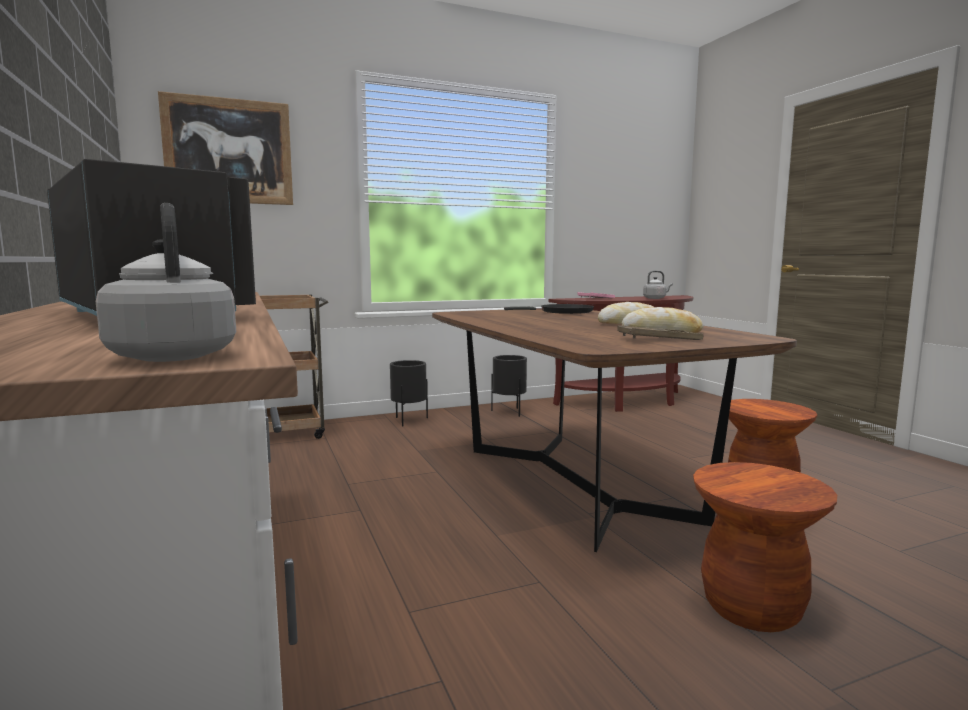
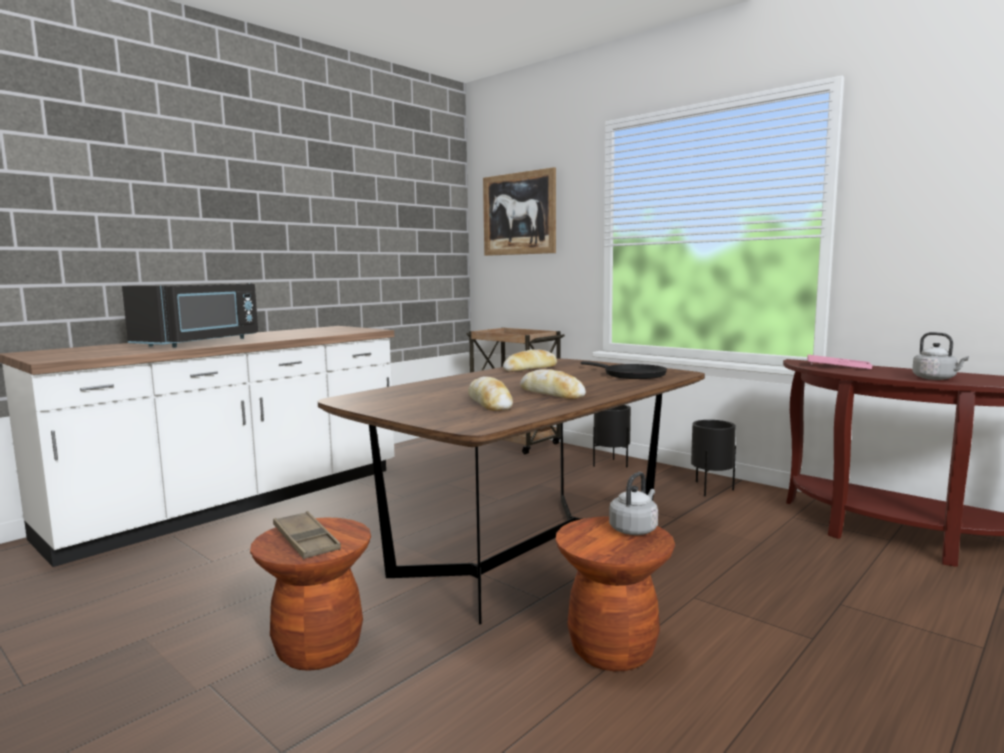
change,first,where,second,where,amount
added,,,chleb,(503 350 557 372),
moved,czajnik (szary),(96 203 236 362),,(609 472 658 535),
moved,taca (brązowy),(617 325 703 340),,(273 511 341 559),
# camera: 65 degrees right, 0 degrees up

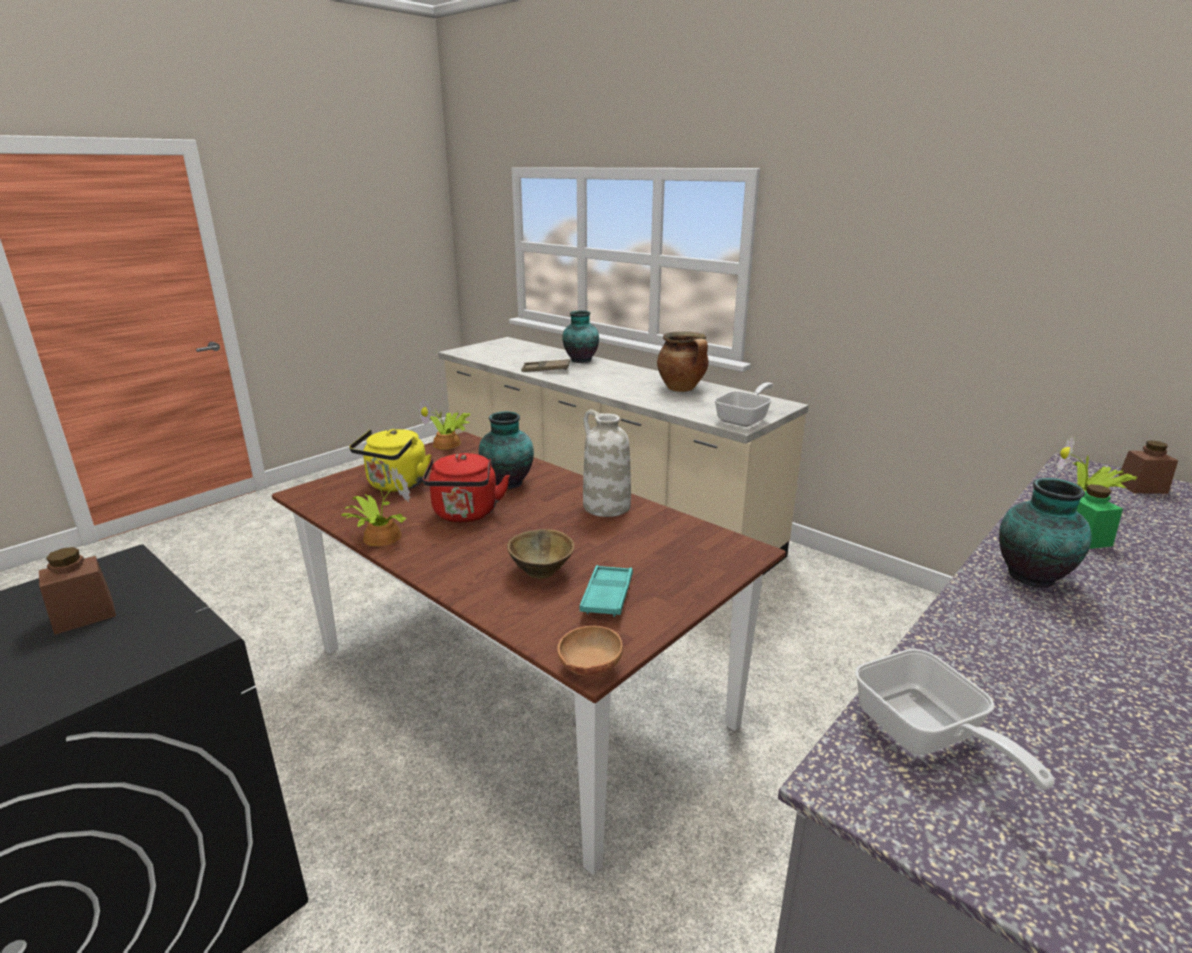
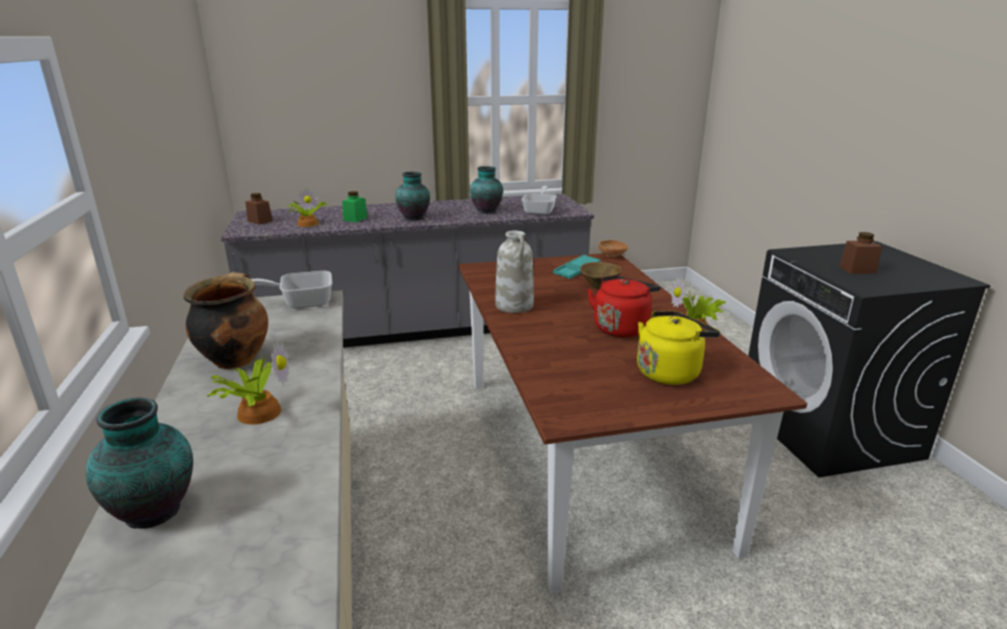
change,first,where,second,where,amount
removed,taca (brązowy),(521 359 570 372),,,
moved,roślina doniczkowa,(419 397 470 449),,(207 341 289 425),
moved,wazon,(479 411 534 489),,(470 166 503 213),
# camera: 145 degrees left, 0 degrees up

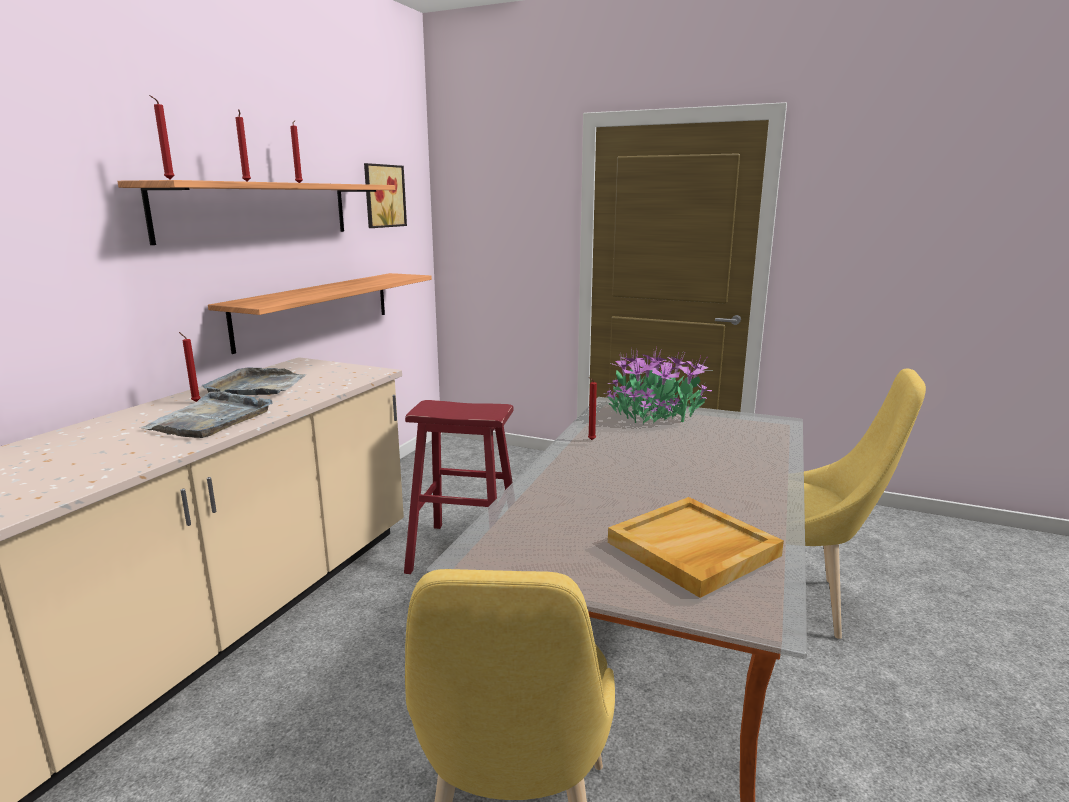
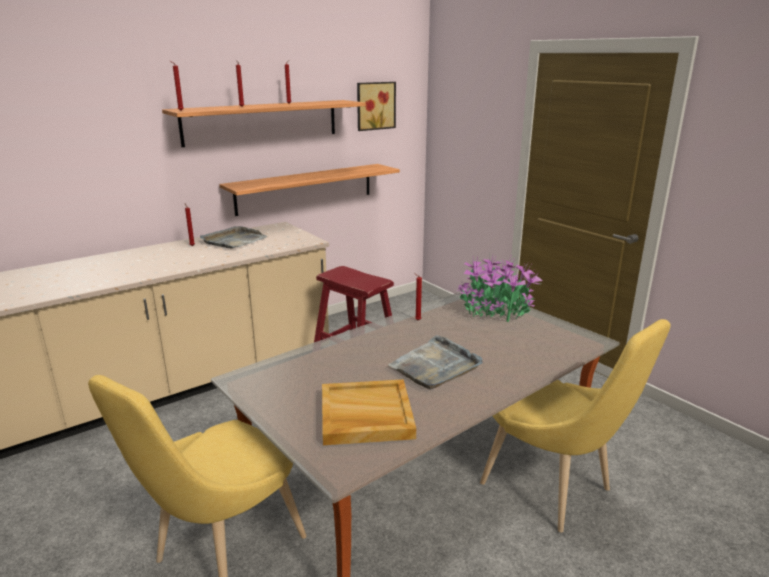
change,first,where,second,where,amount
moved,taca (szary),(140 391 273 438),,(388 335 483 389),
# camera: 30 degrees right, 5 degrees up

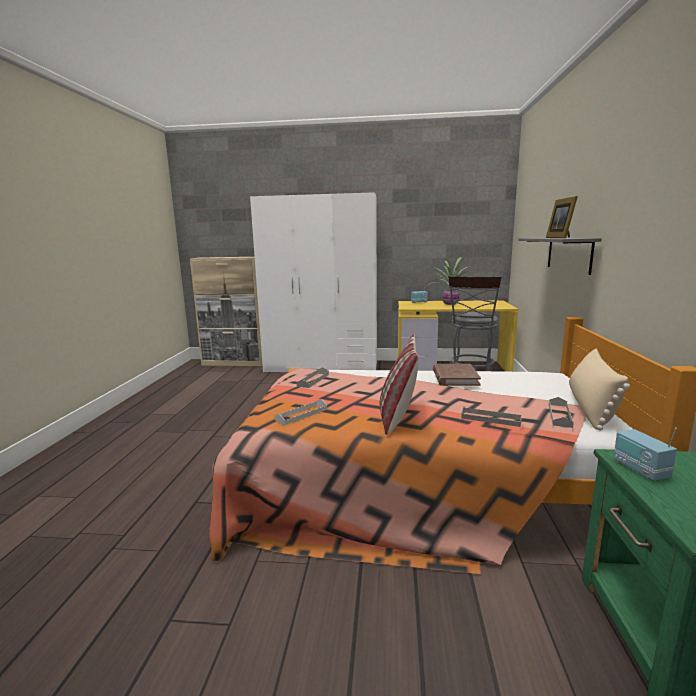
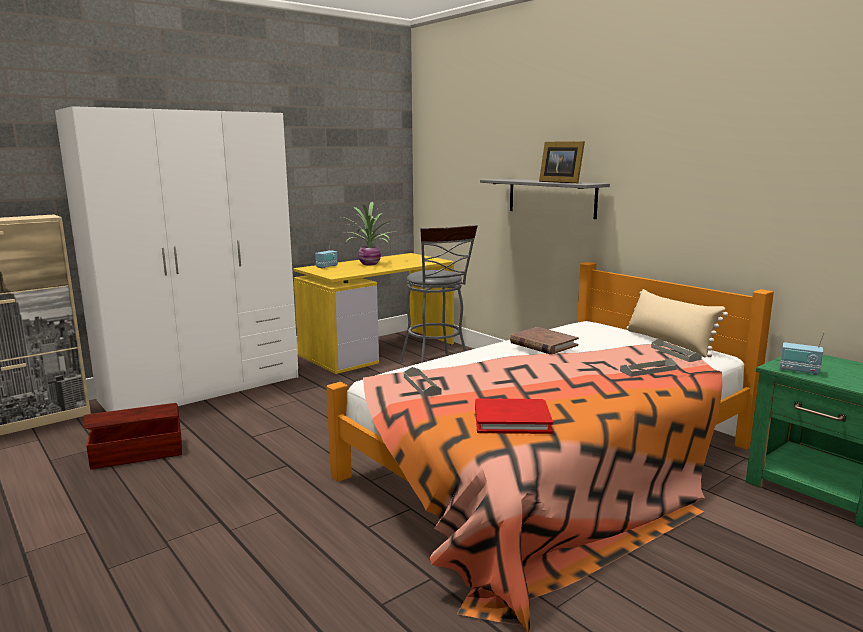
change,first,where,second,where,amount
removed,poduszka,(380 334 419 435),,,
added,,,pojemnik do przechowywania (brązowy),(84 403 182 470),
replaced,taca (biały),(275 399 327 425),książka (czerwony),(475 399 553 434),
# camera: 45 degrees left, 0 degrees up

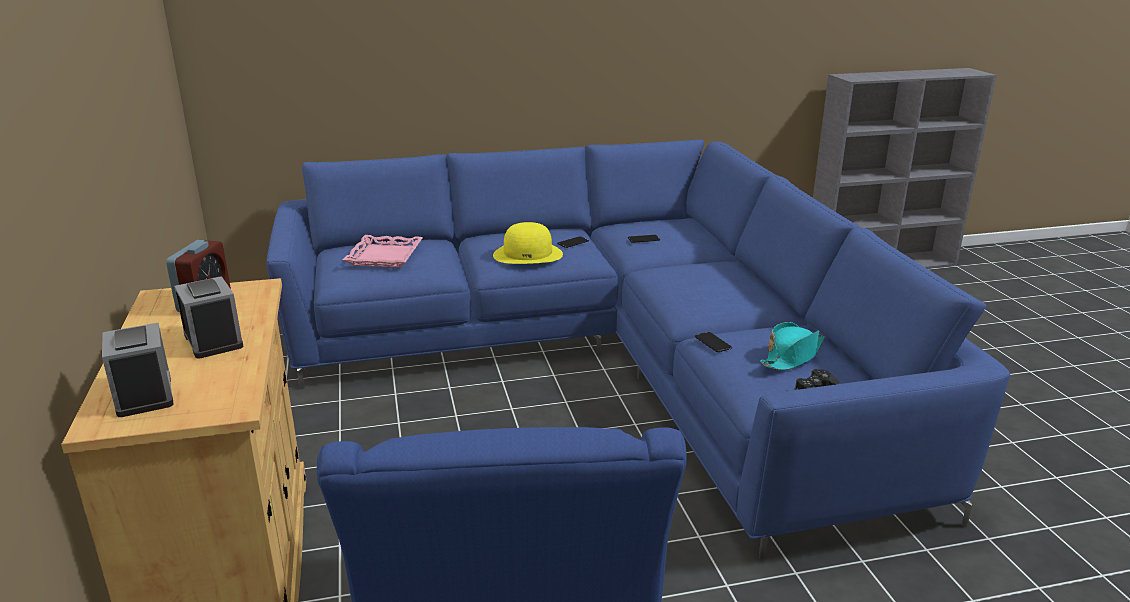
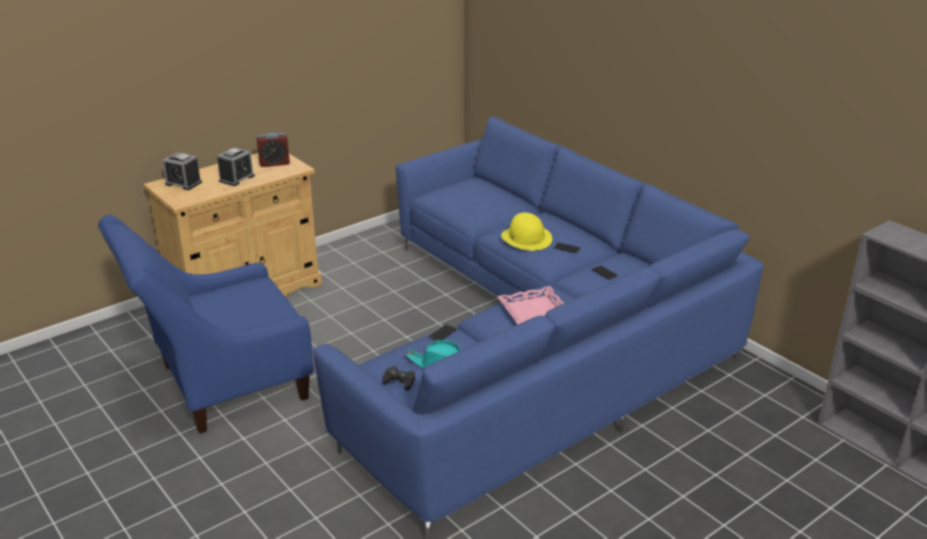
change,first,where,second,where,amount
moved,taca (różowy),(343 235 423 268),,(497 286 564 324),
turned,budzik,(102 323 174 417),,(162 152 202 190),75 degrees clockwise
# camera: 65 degrees right, 5 degrees up

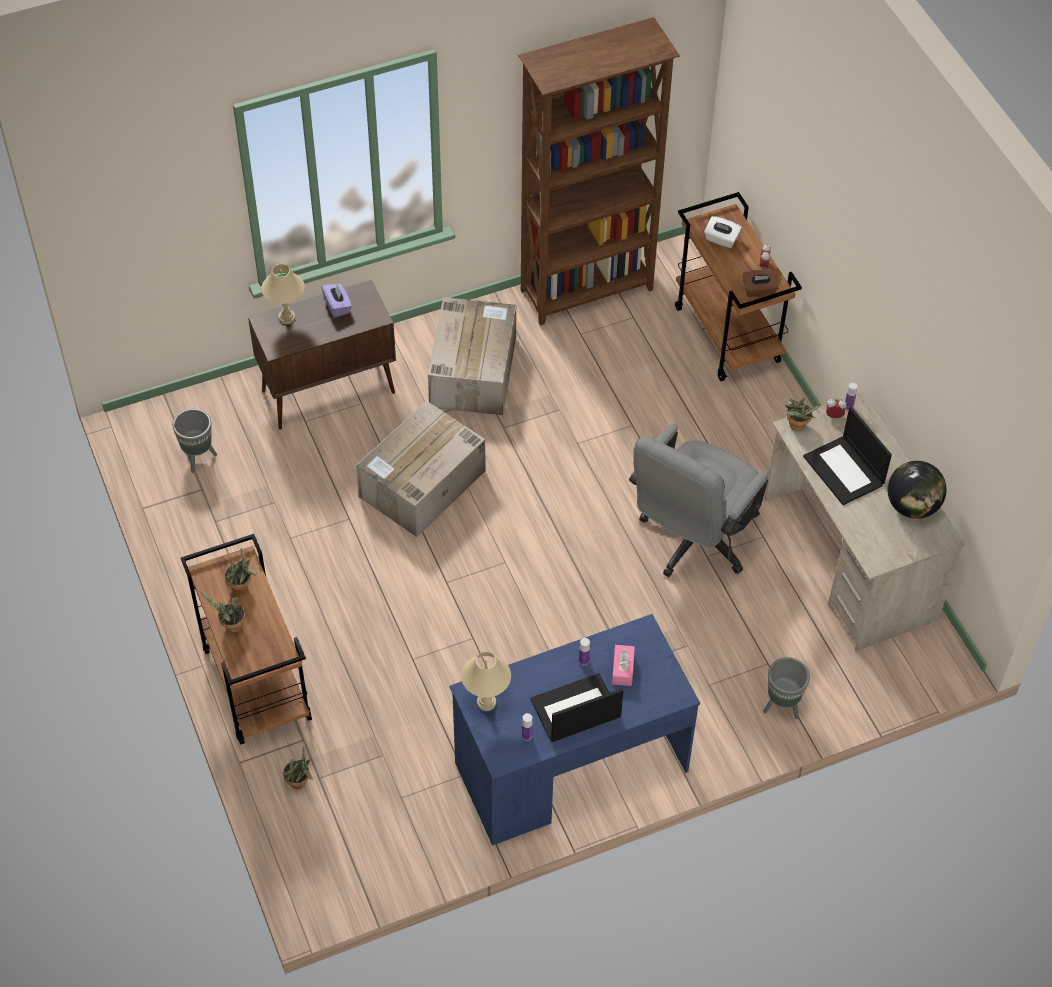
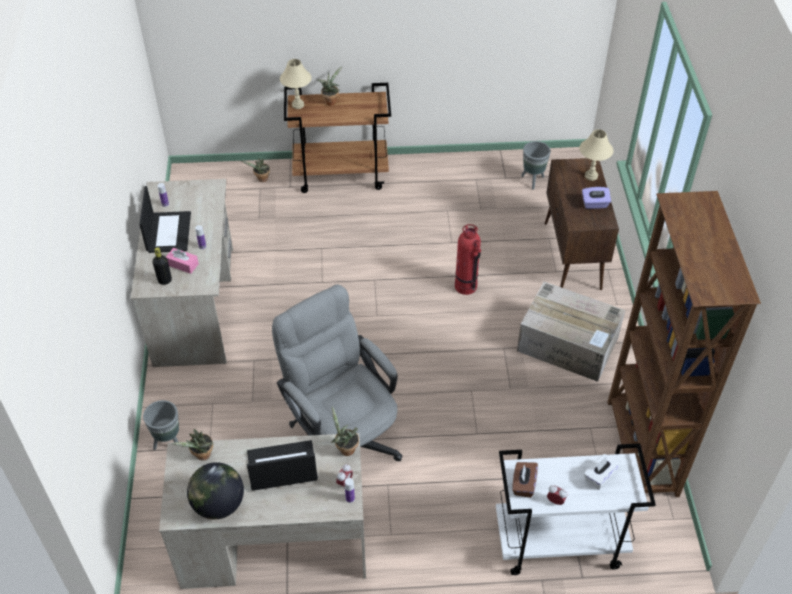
change,first,where,second,where,amount
added,,,butelka (czarny),(152 247 172 285),
moved,roślina doniczkowa,(224 549 258 594),,(171 429 214 461),
moved,lampa stołowa (beżowy),(461 651 511 711),,(280 59 312 109),
replaced,karton,(356 401 486 537),gaśnica,(455 224 481 295),
recoloured,biurko (niebieski),(450 614 700 846),biurko (beżowy),(130 179 233 367),
recoloured,wózek (brązowy),(675 192 802 381),wózek (biały),(496 443 656 575),
# camera: 110 degrees right, 5 degrees down

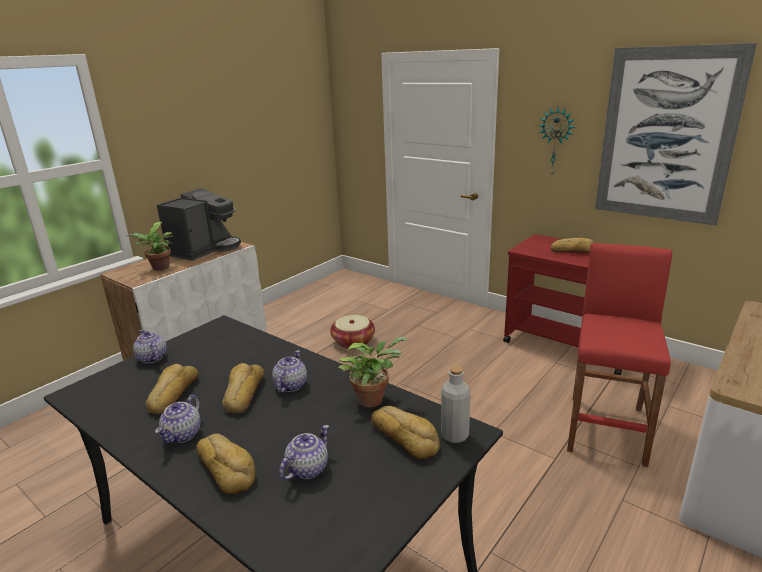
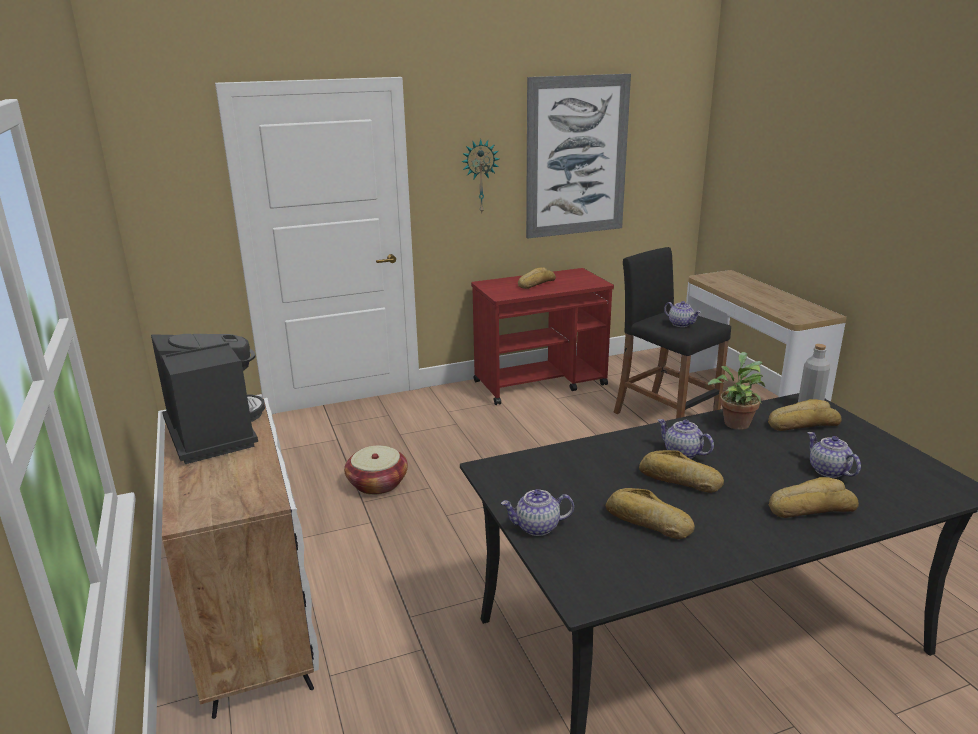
change,first,where,second,where,amount
removed,roślina doniczkowa,(127 222 173 271),,,
moved,imbryk,(155 395 201 444),,(664 301 701 327),
recoloured,stołek (czerwony),(567 243 672 467),stołek (czarny),(614 247 731 418),
# camera: 60 degrees left, 0 degrees up

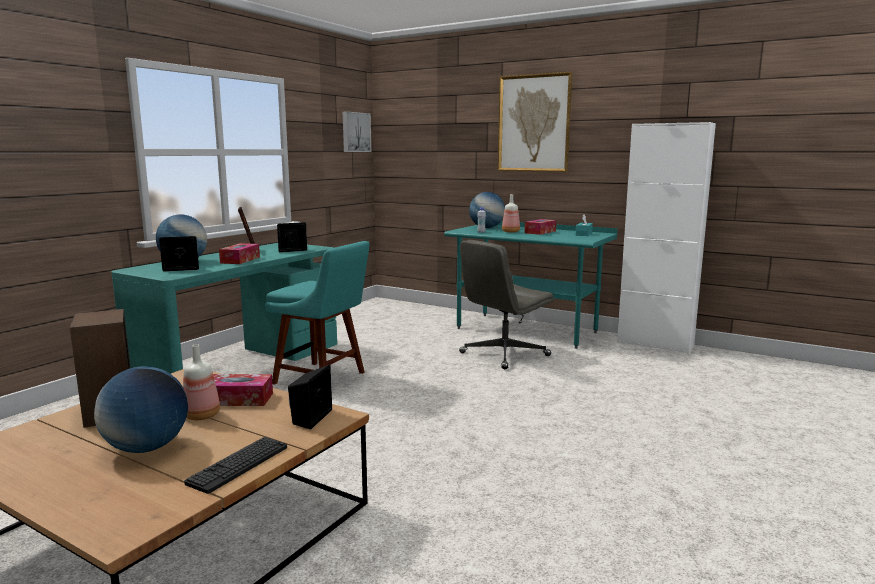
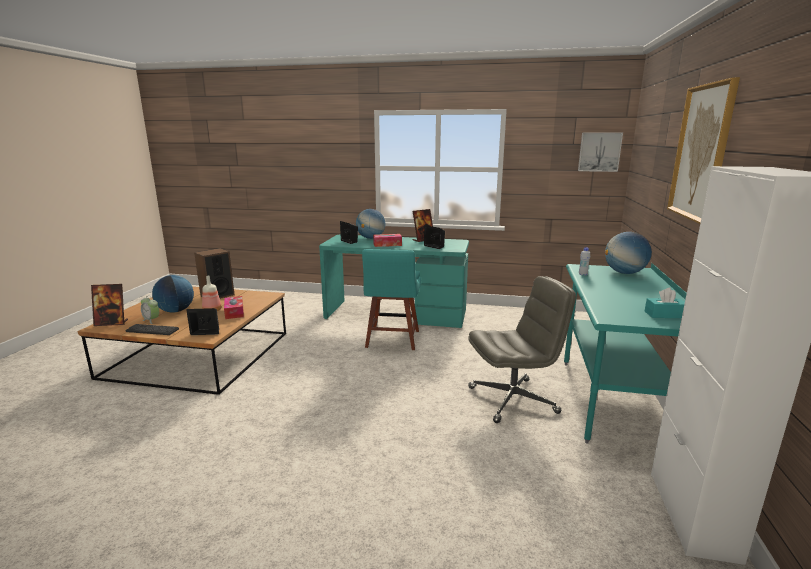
change,first,where,second,where,amount
removed,butelka,(502 194 520 233),,,
removed,pudełko chusteczek,(525 219 556 235),,,
added,,,ramka na zdjęcie,(91 284 128 326),
added,,,budzik,(141 295 159 324),
turned,krzesło biurowe (szary),(459 240 554 369),,(468 276 576 423),135 degrees clockwise
# camera: 70 degrees right, 5 degrees up

